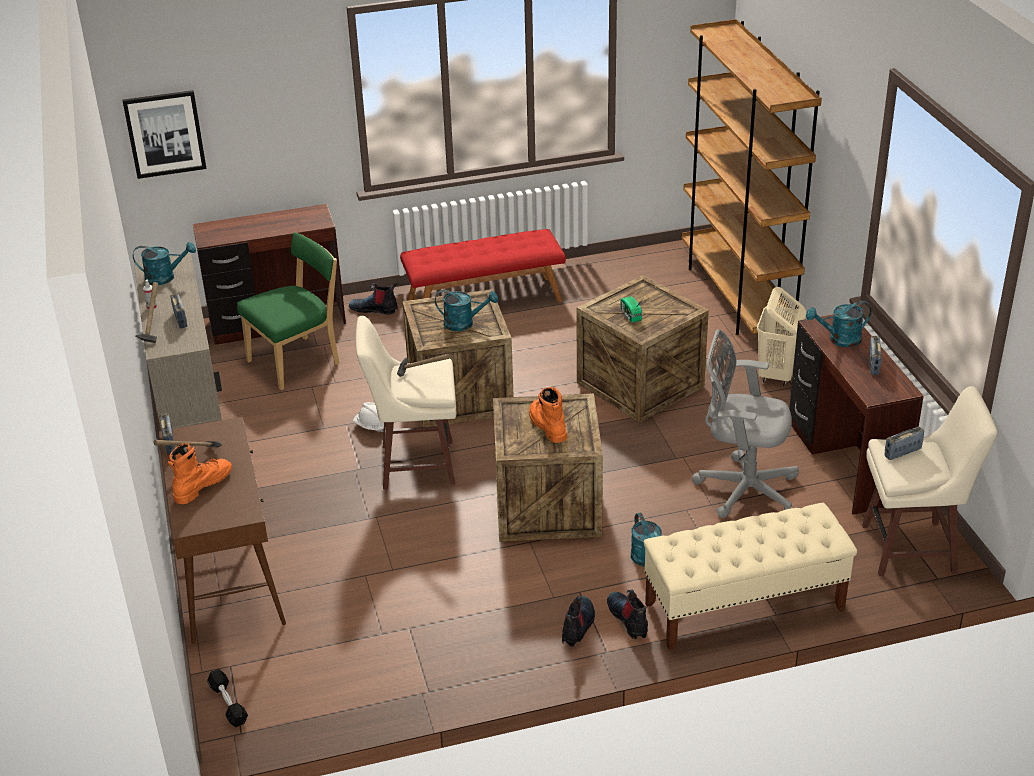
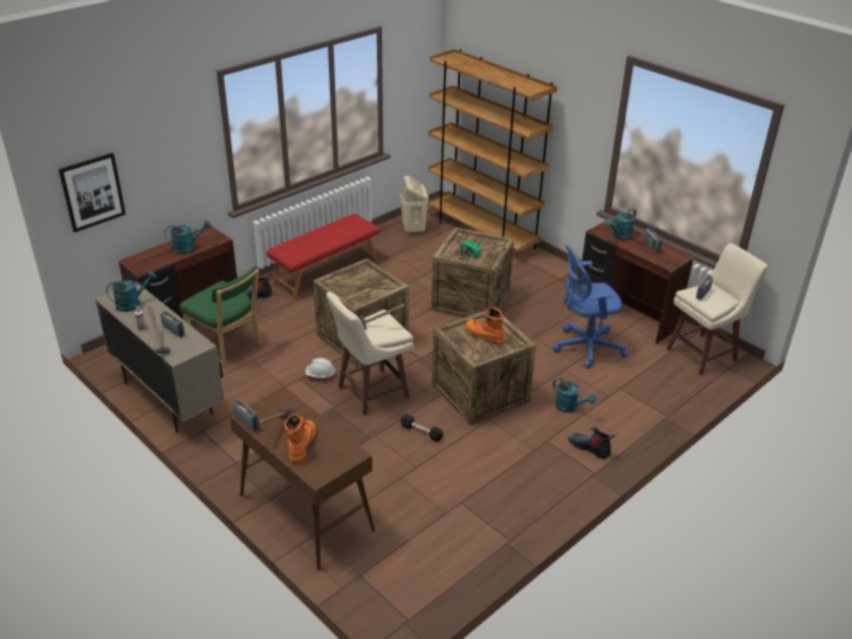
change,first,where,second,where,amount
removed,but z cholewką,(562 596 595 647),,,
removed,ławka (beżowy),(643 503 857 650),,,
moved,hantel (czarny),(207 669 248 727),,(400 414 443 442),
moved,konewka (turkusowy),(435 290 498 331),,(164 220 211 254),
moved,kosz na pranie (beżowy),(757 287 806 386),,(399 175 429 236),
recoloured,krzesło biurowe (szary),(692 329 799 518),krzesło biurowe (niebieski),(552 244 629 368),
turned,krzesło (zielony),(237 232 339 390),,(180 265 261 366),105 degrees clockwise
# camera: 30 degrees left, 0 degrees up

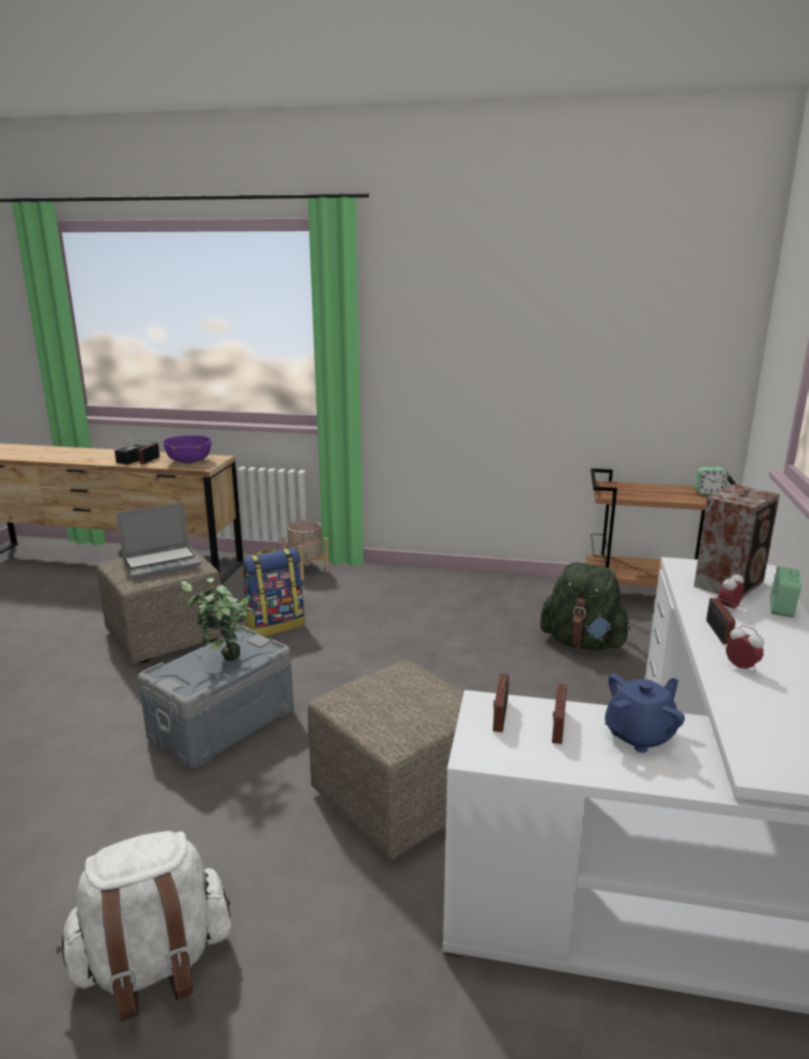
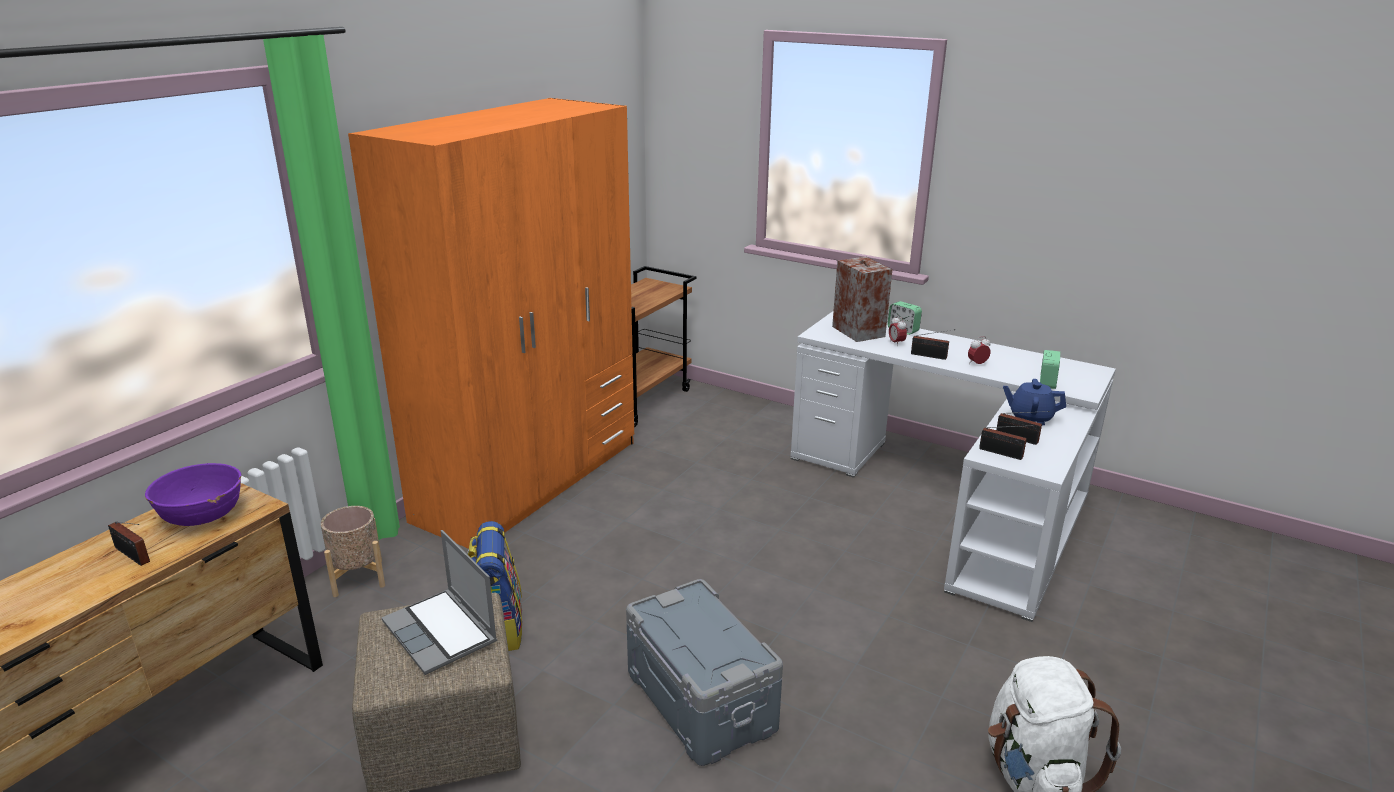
change,first,where,second,where,amount
removed,pudełko chusteczek (czarny),(115 436 146 465),,,
removed,roślina doniczkowa,(181 578 253 661),,,
removed,pufa (beżowy),(308 661 464 859),,,
removed,plecak (zielony),(540 562 631 650),,,
added,,,szafa (pomarańczowy),(348 98 634 549),
moved,budzik,(694 467 729 495),,(1040 350 1060 389),
turned,laptop,(116 502 201 579),,(381 530 497 675),150 degrees clockwise
turned,imbryk (niebieski),(605 673 685 753),,(1003 379 1066 425),60 degrees counterclockwise
# camera: 70 degrees left, 5 degrees up

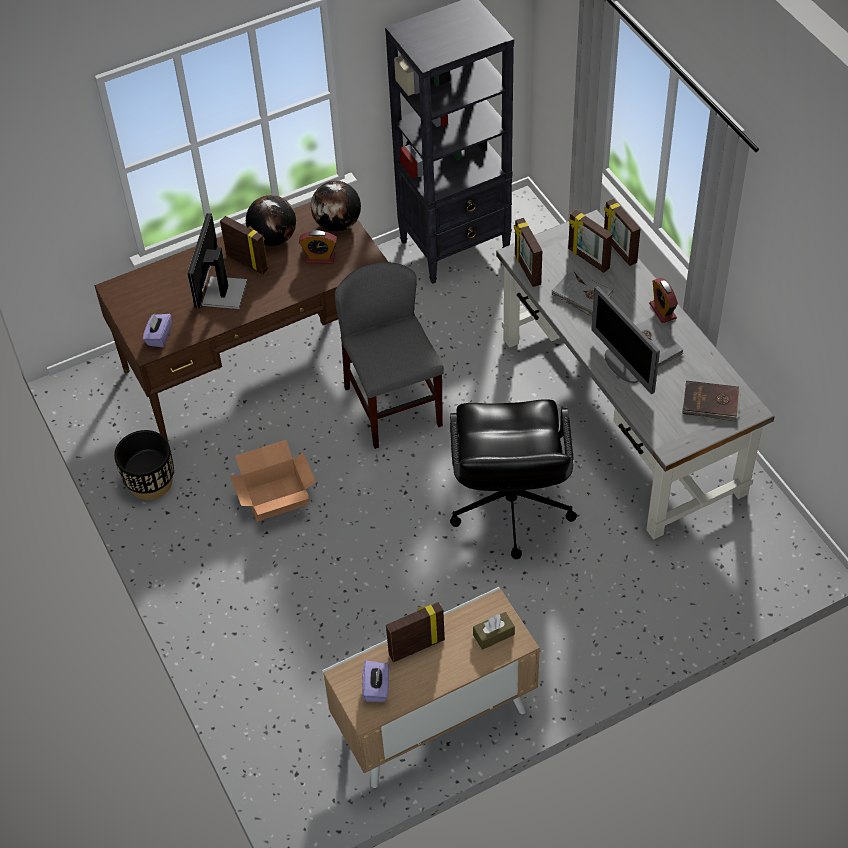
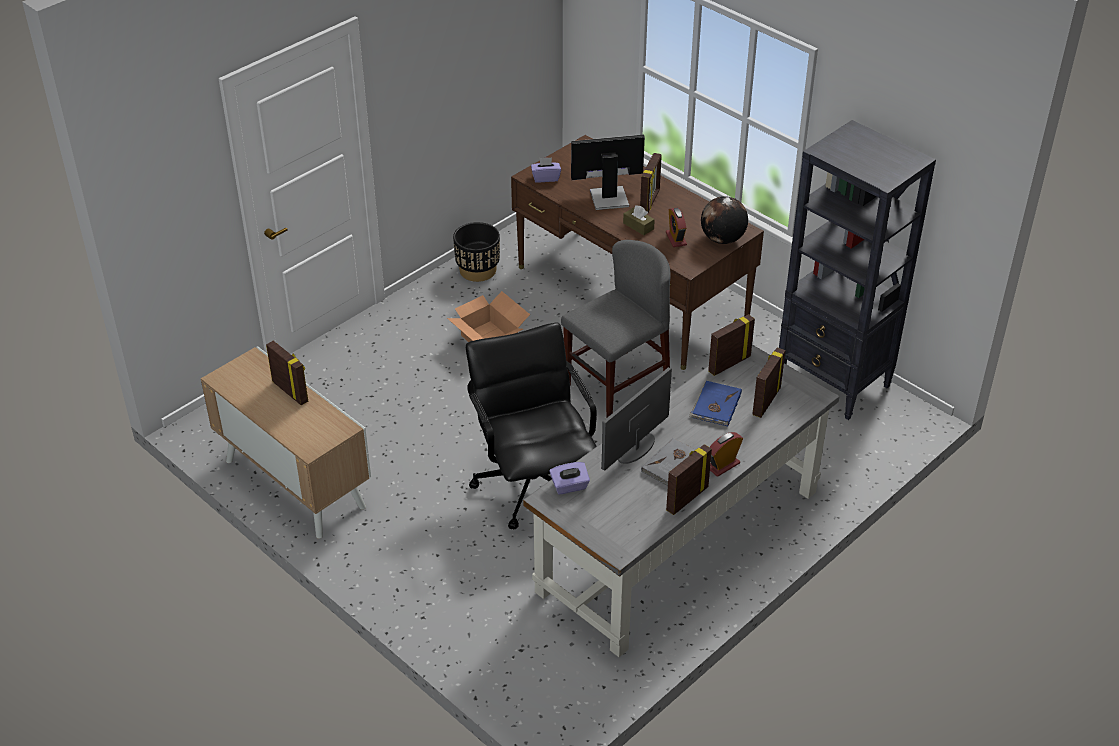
change,first,where,second,where,amount
removed,globus,(246 195 296 246),,,
removed,książka (brązowy),(682 381 741 422),,,
moved,pudełko chusteczek (fioletowy),(362 661 389 702),,(549 462 590 495),
moved,pudełko chusteczek (brązowy),(473 612 515 650),,(623 205 655 235),
moved,ramka na zdjęcie,(604 199 641 266),,(666 444 712 515),
recoloured,książka (szary),(551 269 613 317),książka (niebieski),(689 381 742 427),
turned,krzesło biurowe (czarny),(450 399 577 560),,(466 322 597 529),90 degrees clockwise
# camera: 70 degrees right, 10 degrees down

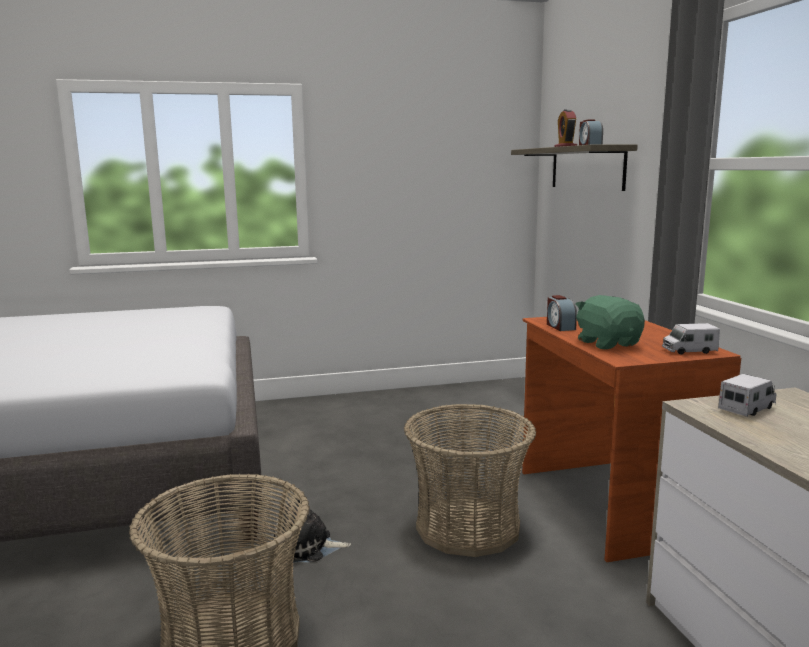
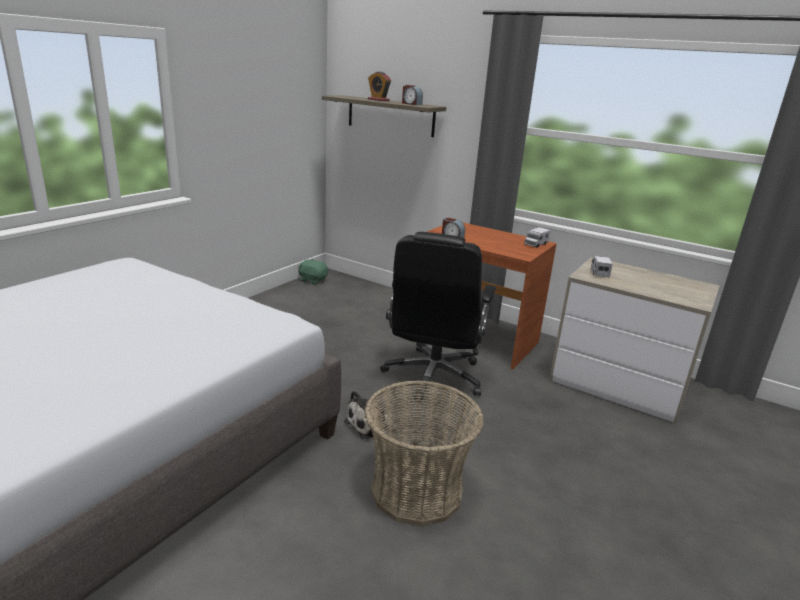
change,first,where,second,where,amount
moved,pluszak (zielony),(575 295 645 349),,(298 259 328 285),
replaced,koszyk,(404 404 536 557),krzesło biurowe (czarny),(380 232 496 402),
# camera: 45 degrees left, 10 degrees up

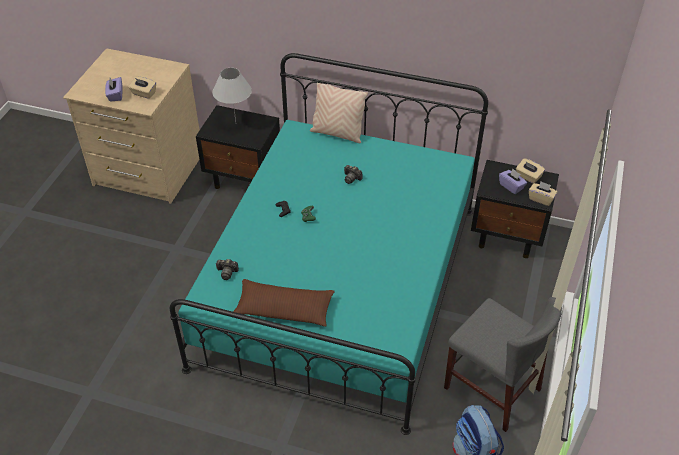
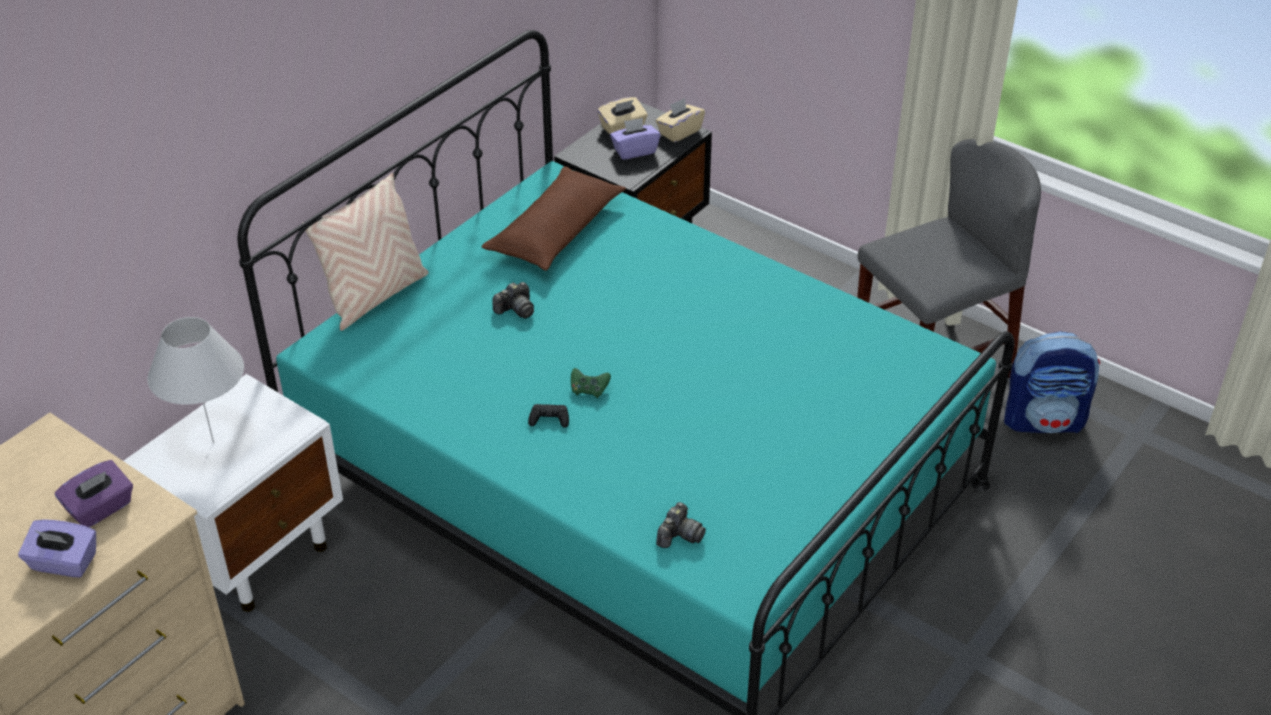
change,first,where,second,where,amount
moved,poduszka (brązowy),(233 279 335 327),,(482 167 626 271),
recoloured,pudełko chusteczek (beżowy),(128 76 156 99),pudełko chusteczek (fioletowy),(55 460 133 527),
recoloured,szafka nocna (czarny),(196 105 280 189),szafka nocna (biały),(124 374 343 612),
# camera: 70 degrees left, 5 degrees down

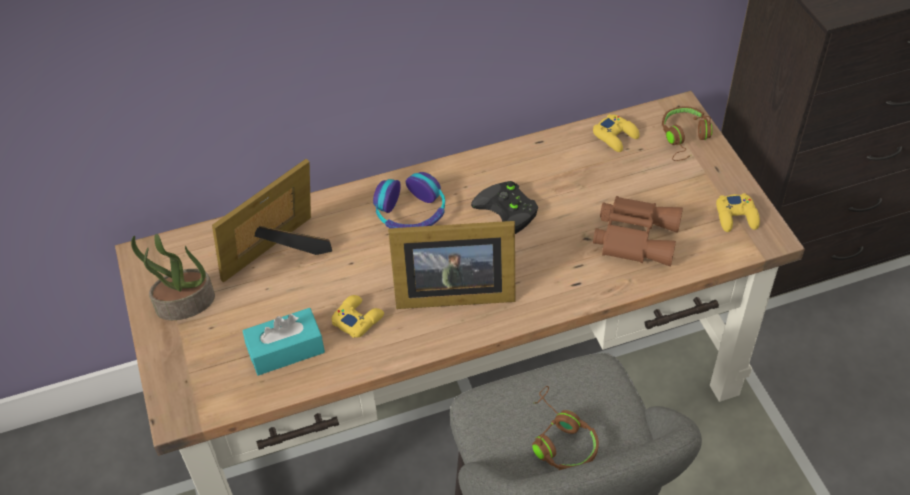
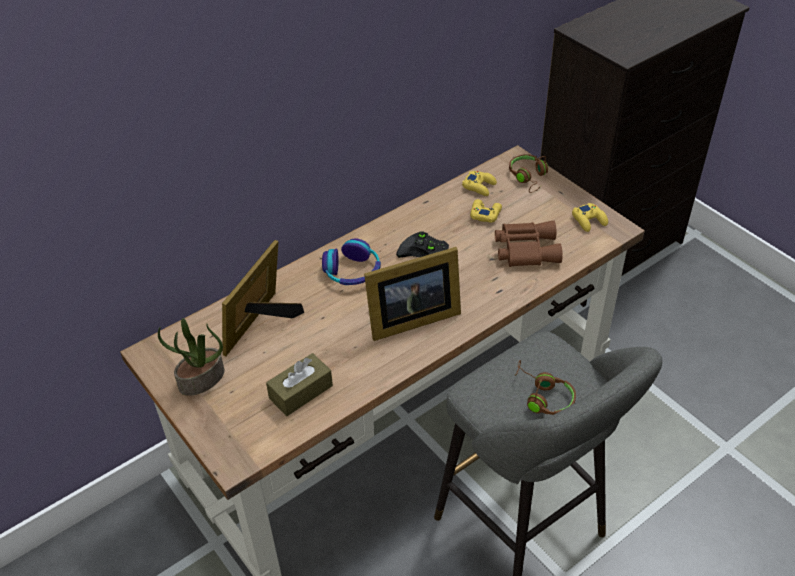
change,first,where,second,where,amount
moved,pad do gier (żółty),(331 295 384 338),,(470 199 502 223),
recoloured,pudełko chusteczek (turkusowy),(243 308 325 376),pudełko chusteczek (brązowy),(266 353 333 416),
# camera: 20 degrees left, 5 degrees down

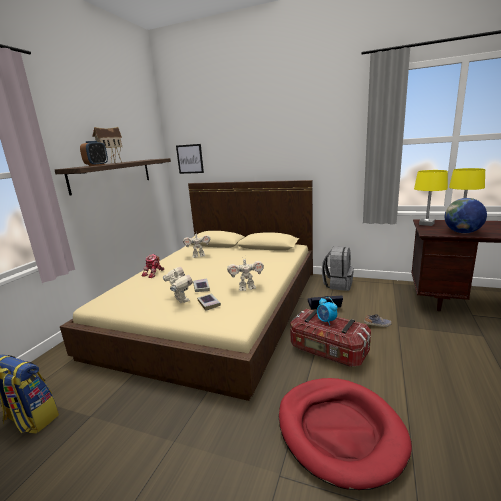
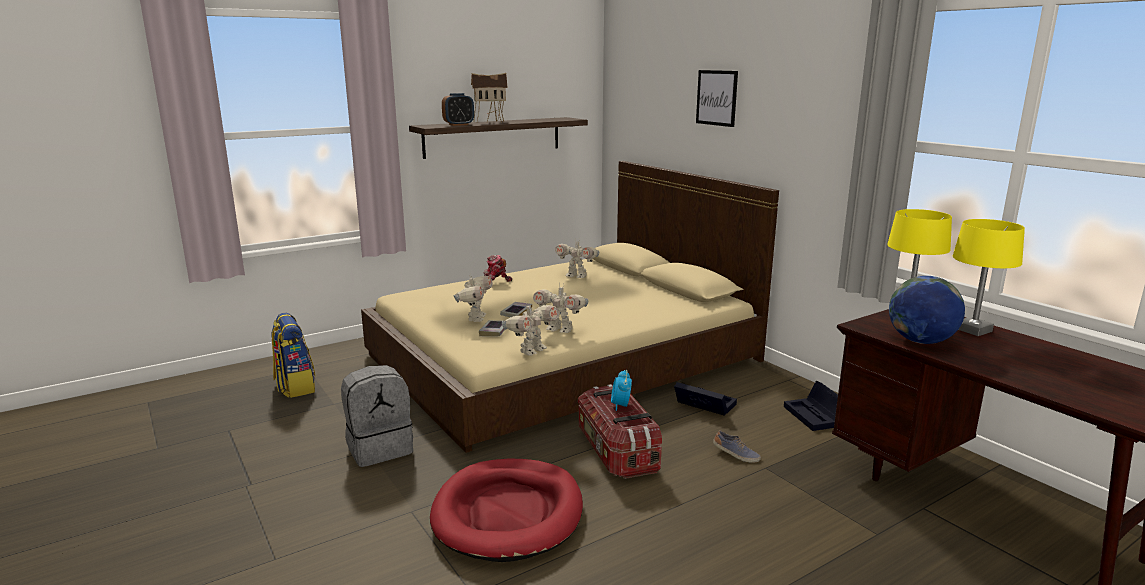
change,first,where,second,where,amount
added,,,robot zabawkowy,(502 300 559 356),
added,,,pojemnik do przechowywania (czarny),(784 381 838 431),
moved,obraz,(176 144 204 174),,(696 70 738 127),
moved,plecak (szary),(322 246 354 291),,(341 365 413 467),
# camera: 35 degrees right, 0 degrees up

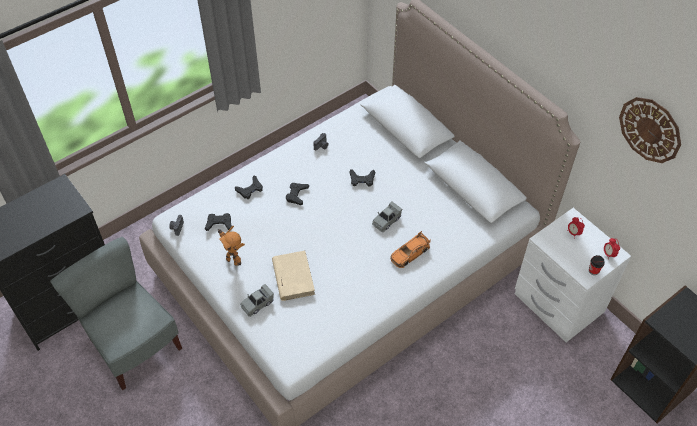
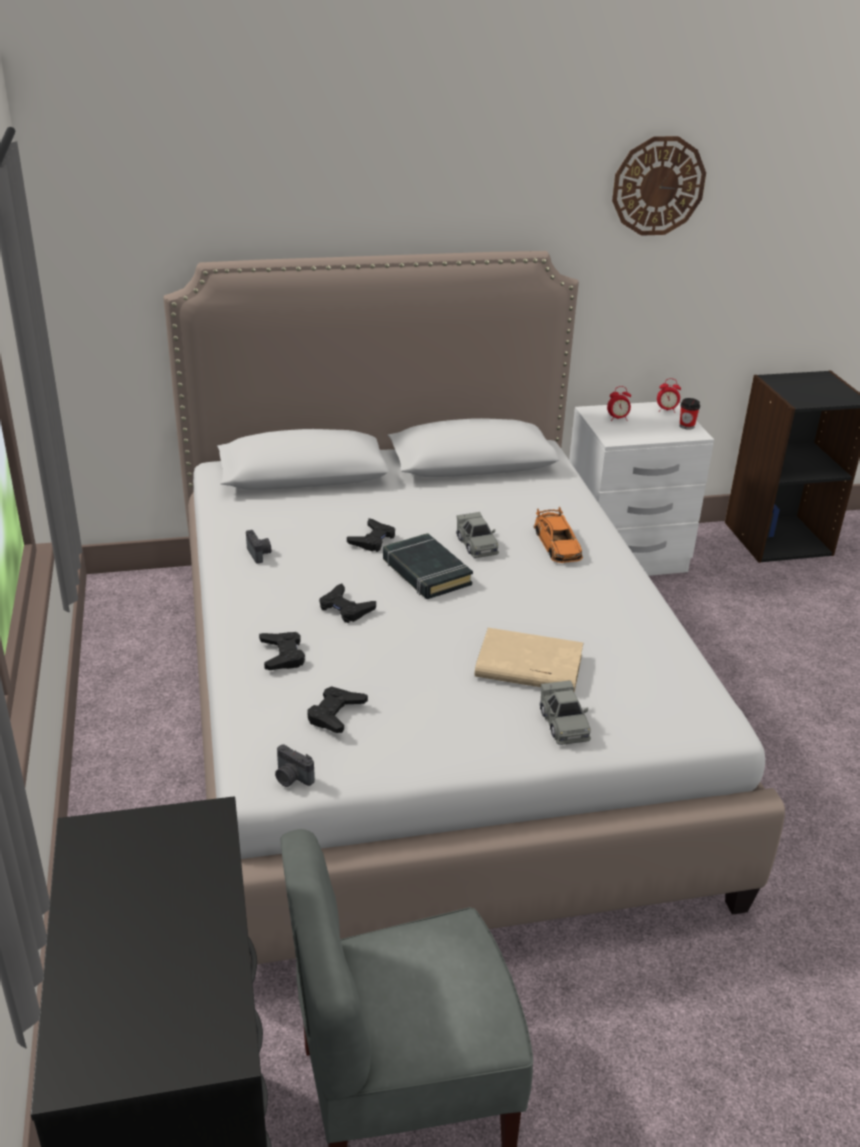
change,first,where,second,where,amount
removed,robot zabawkowy,(217 226 245 266),,,
added,,,książka (czarny),(383 533 473 599),
# camera: 65 degrees left, 20 degrees down

